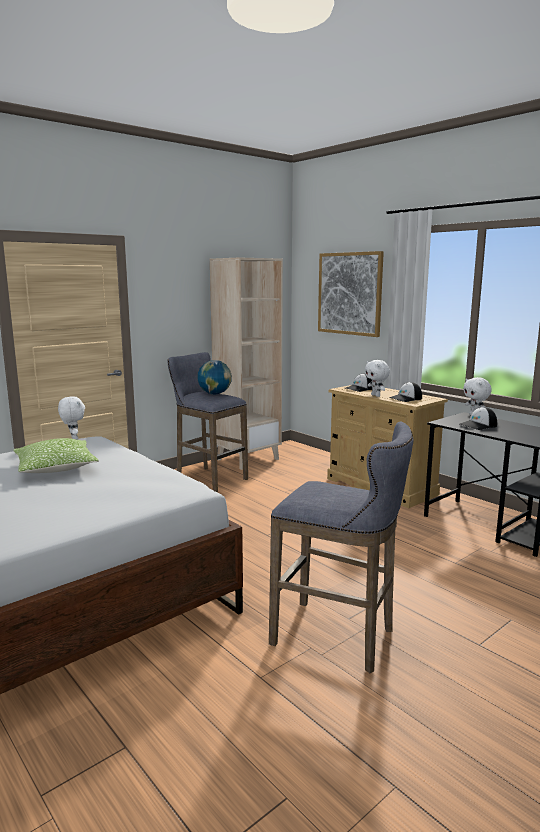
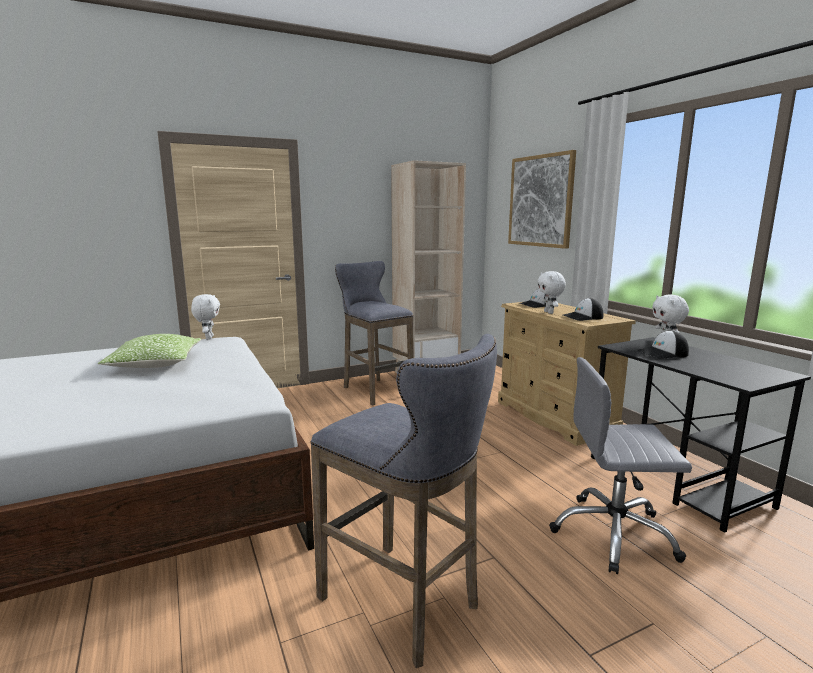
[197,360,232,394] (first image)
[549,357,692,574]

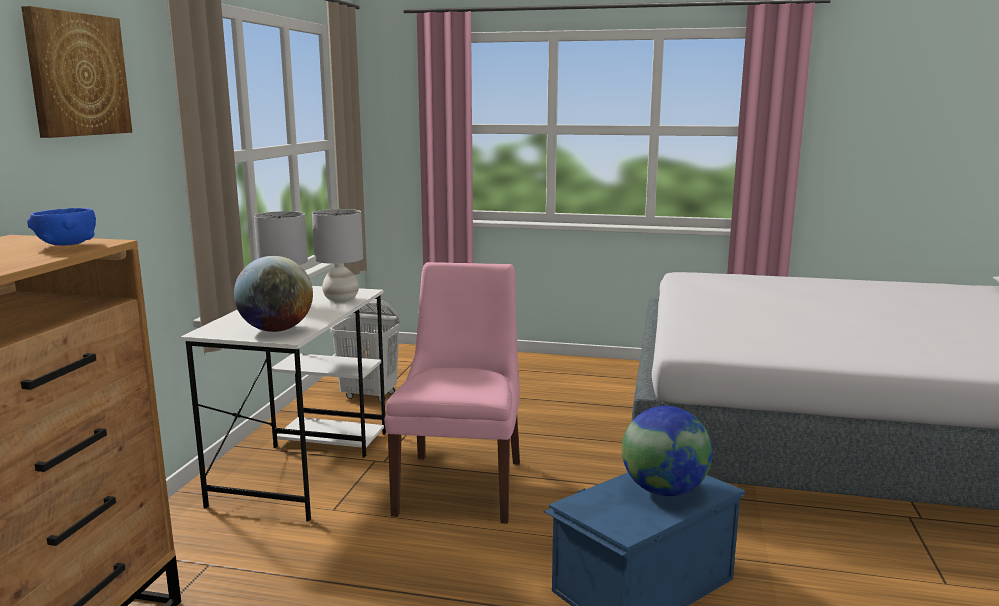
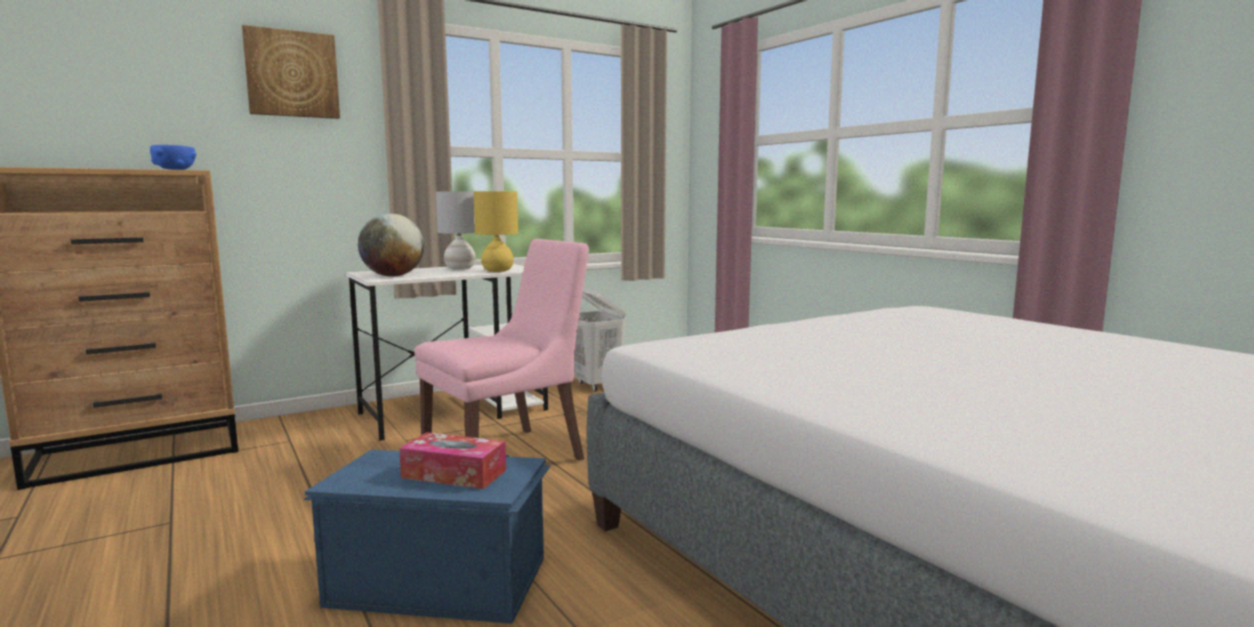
[473,191,518,272]
[399,432,506,489]

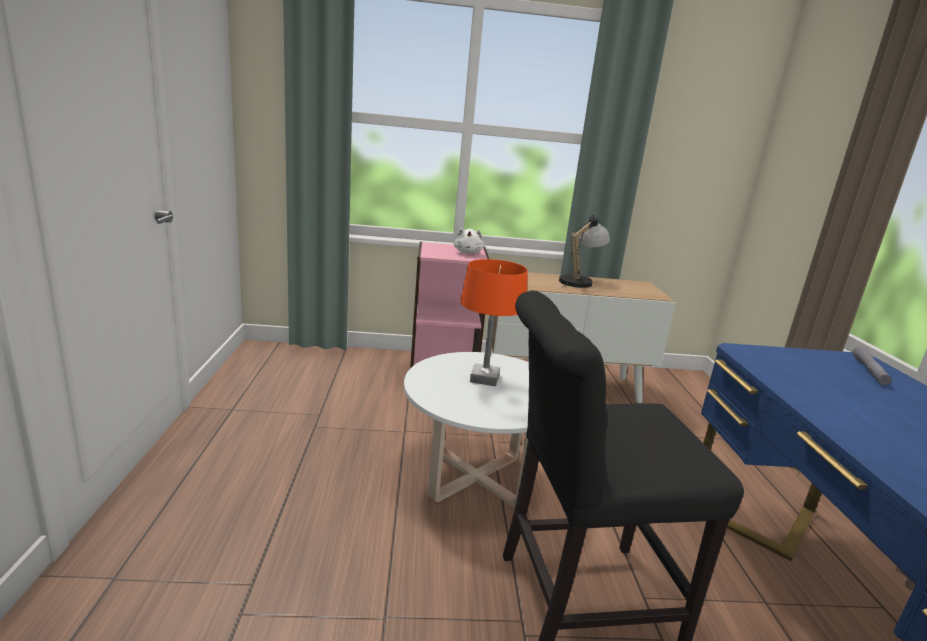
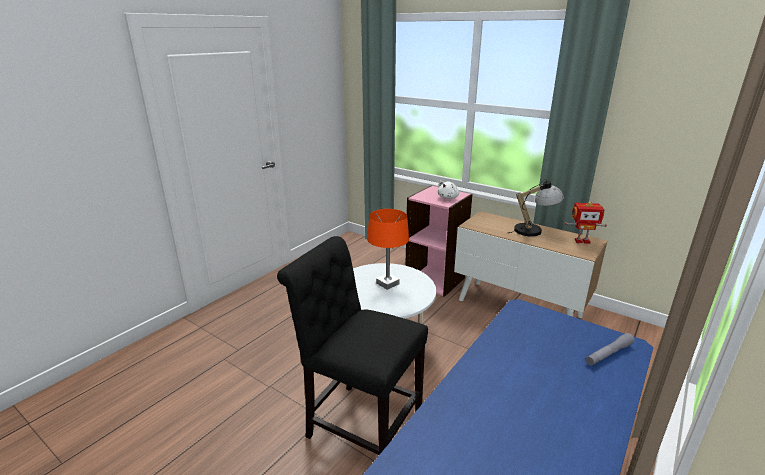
[564,202,607,244]

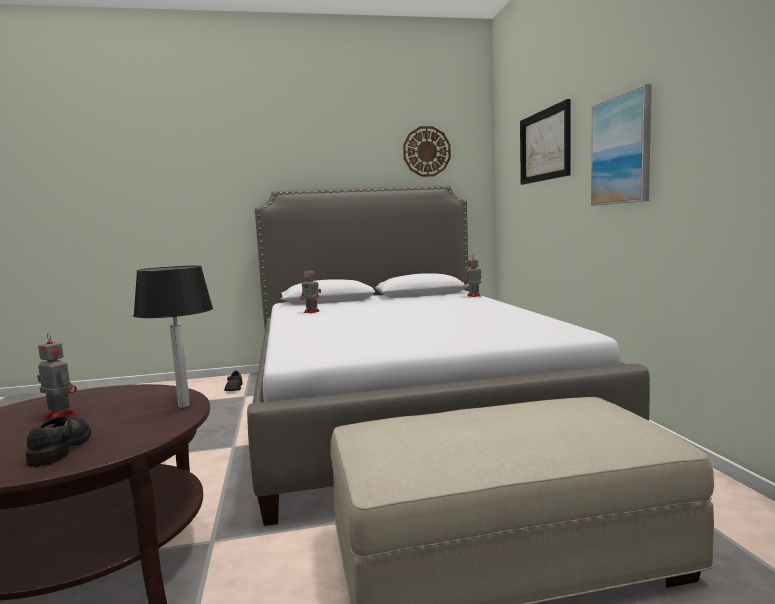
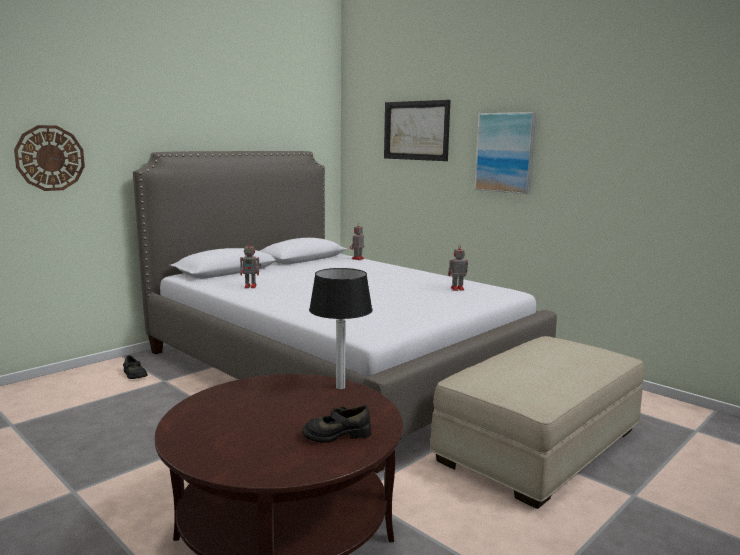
[14,125,85,191]
[448,244,468,291]
[302,405,371,443]

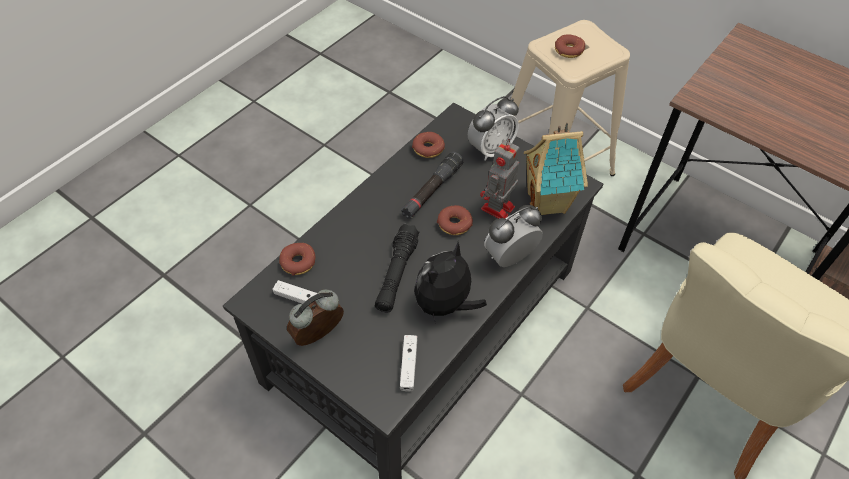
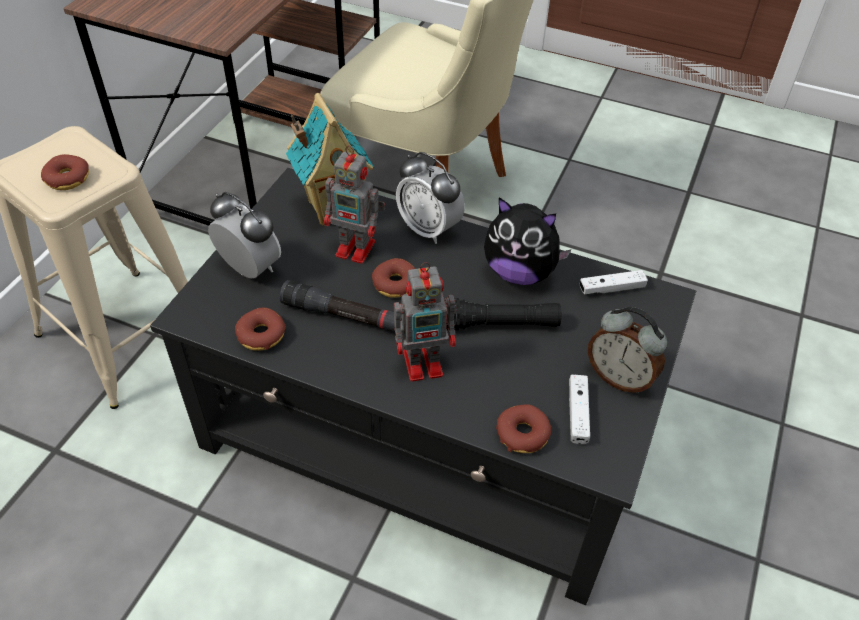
[394,262,457,382]

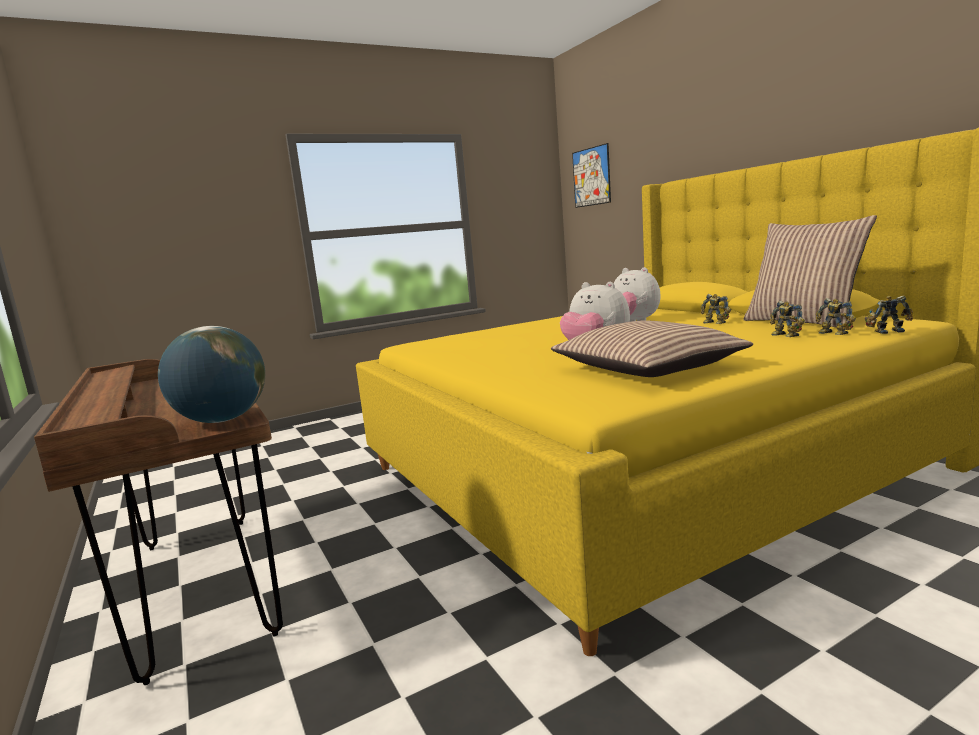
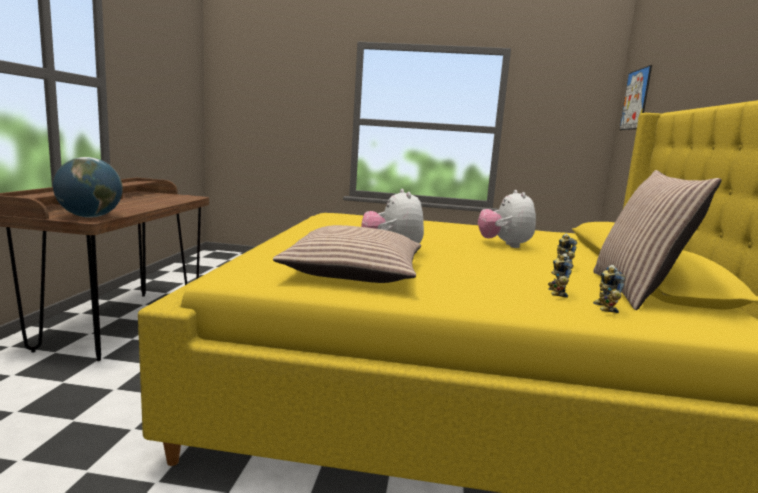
[865,296,913,334] (first image)

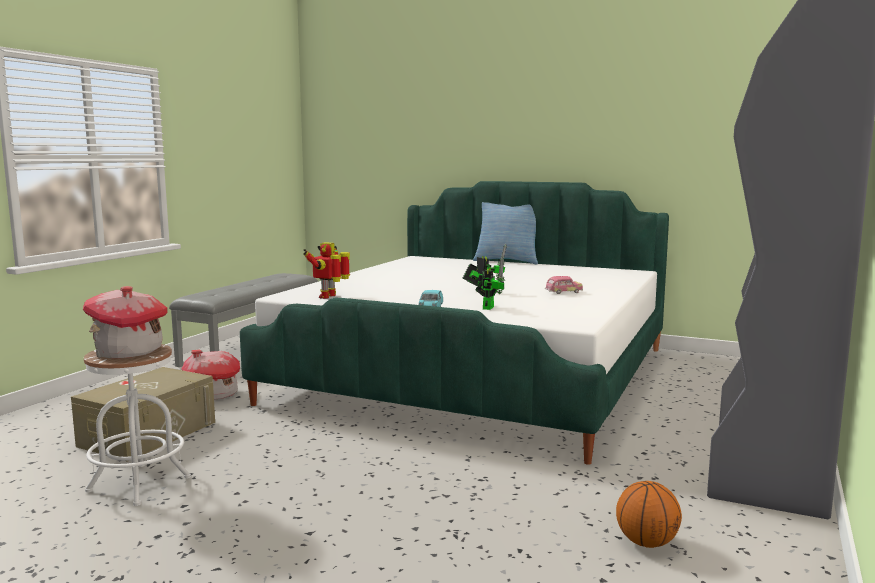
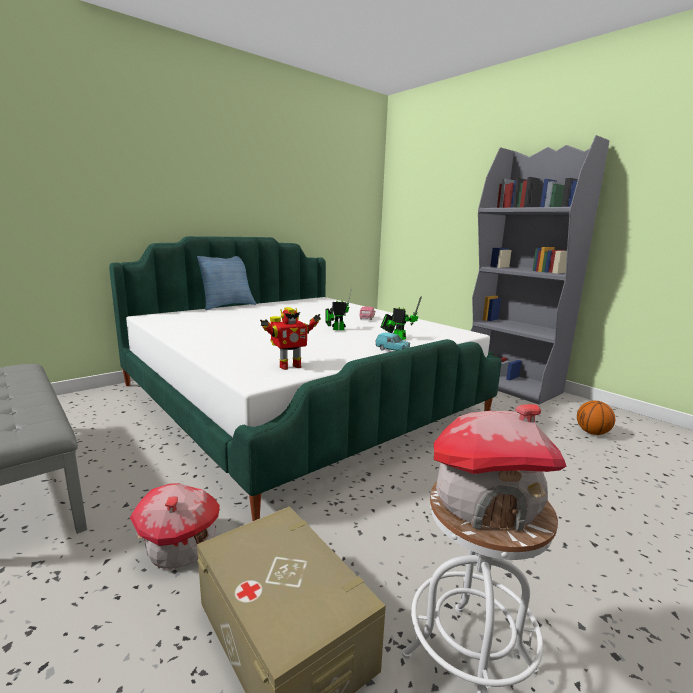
[260,307,321,370]

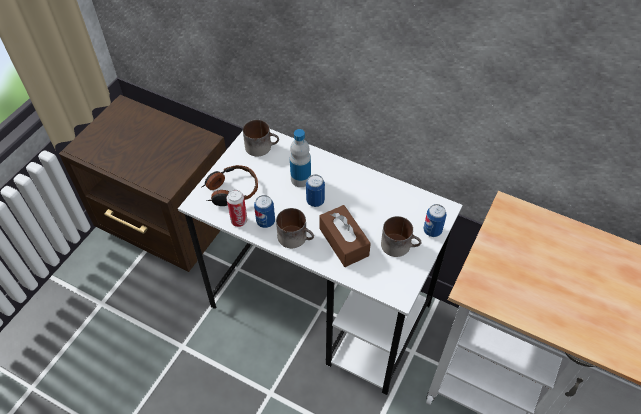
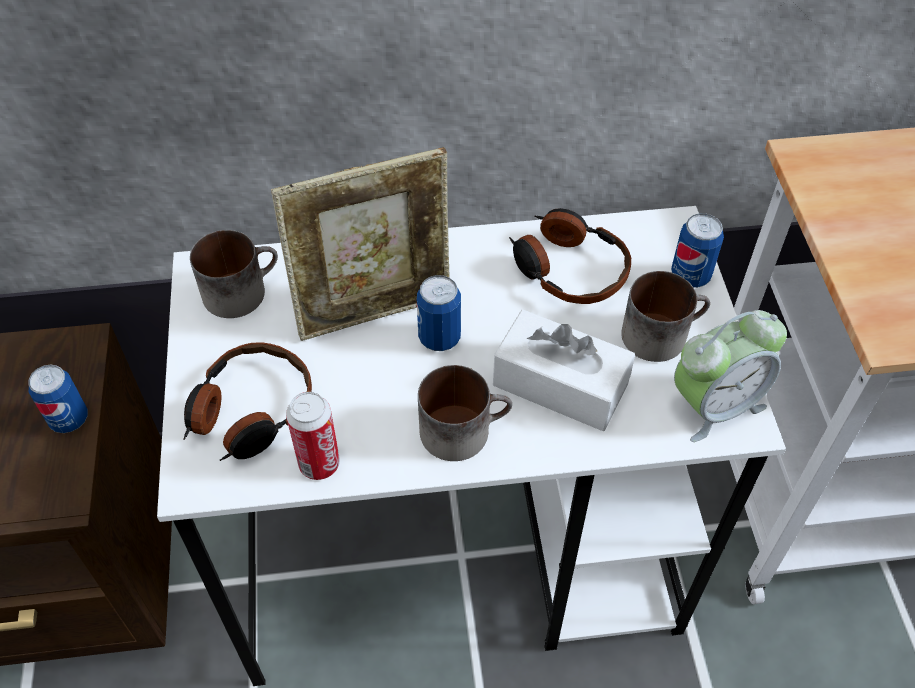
[271,147,450,341]
[28,364,88,433]
[493,310,635,431]
[509,208,631,304]
[674,310,787,442]

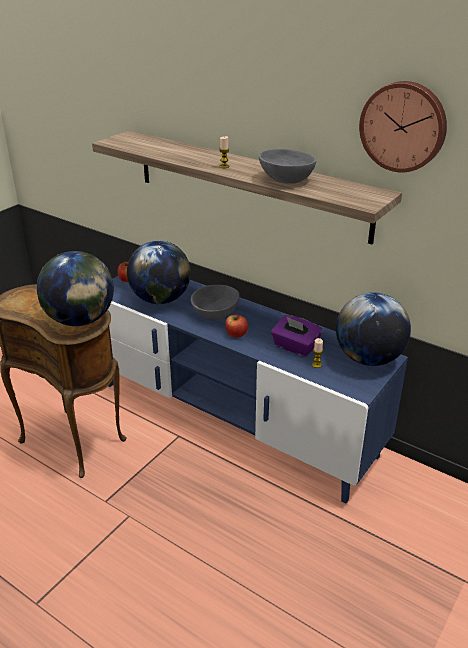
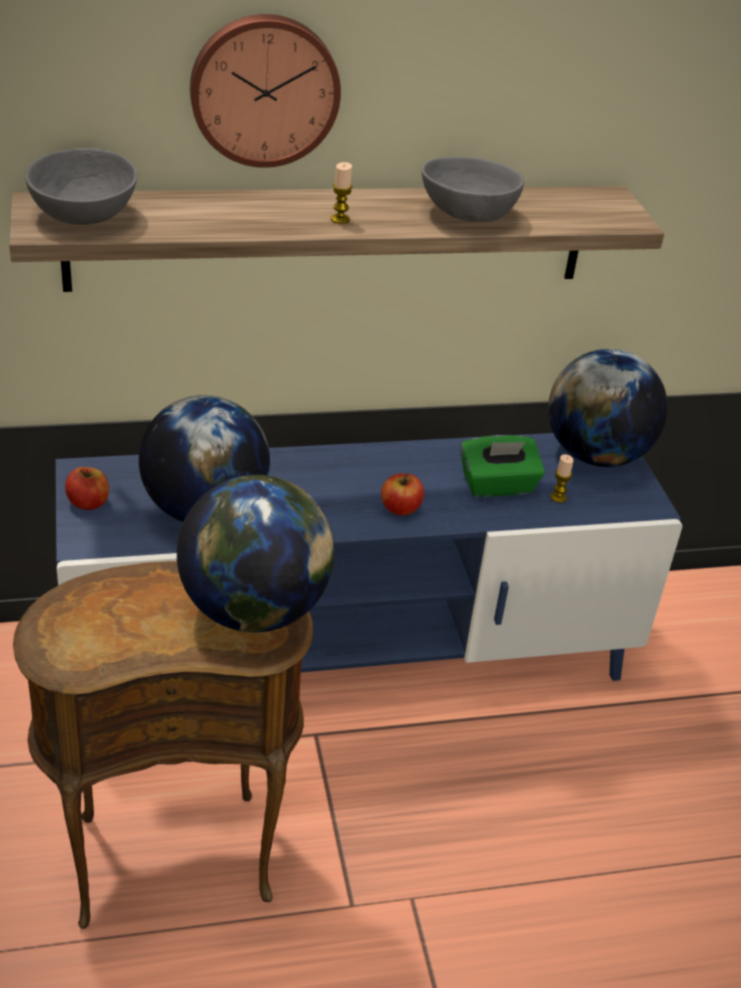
[190,14,341,168]
[25,148,137,225]
[460,435,545,497]

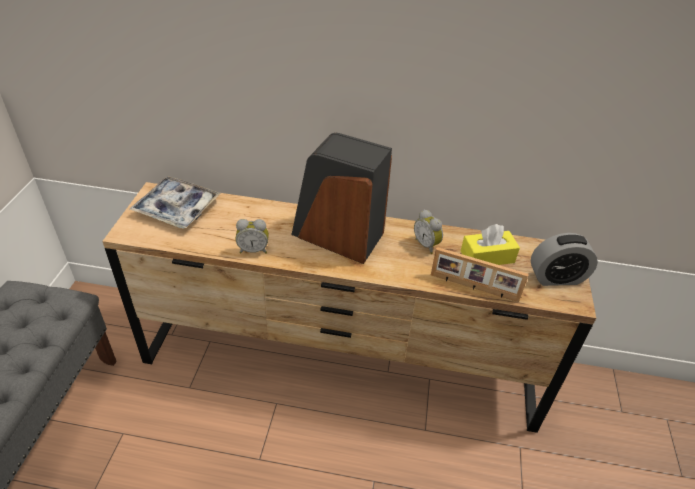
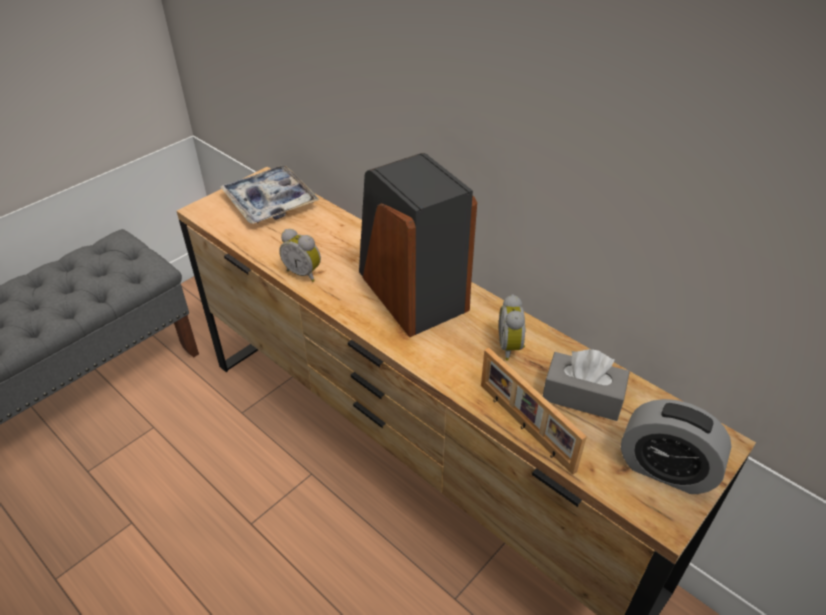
[543,349,630,421]

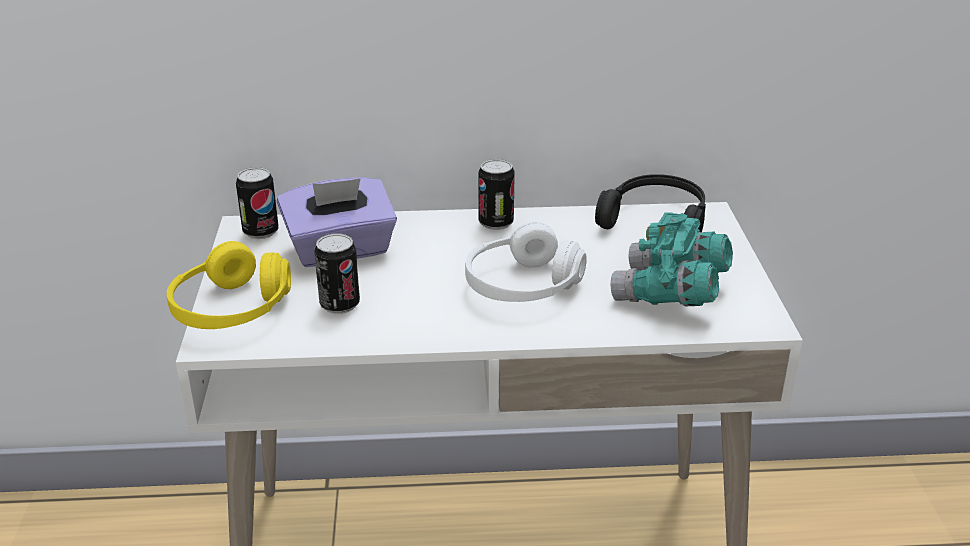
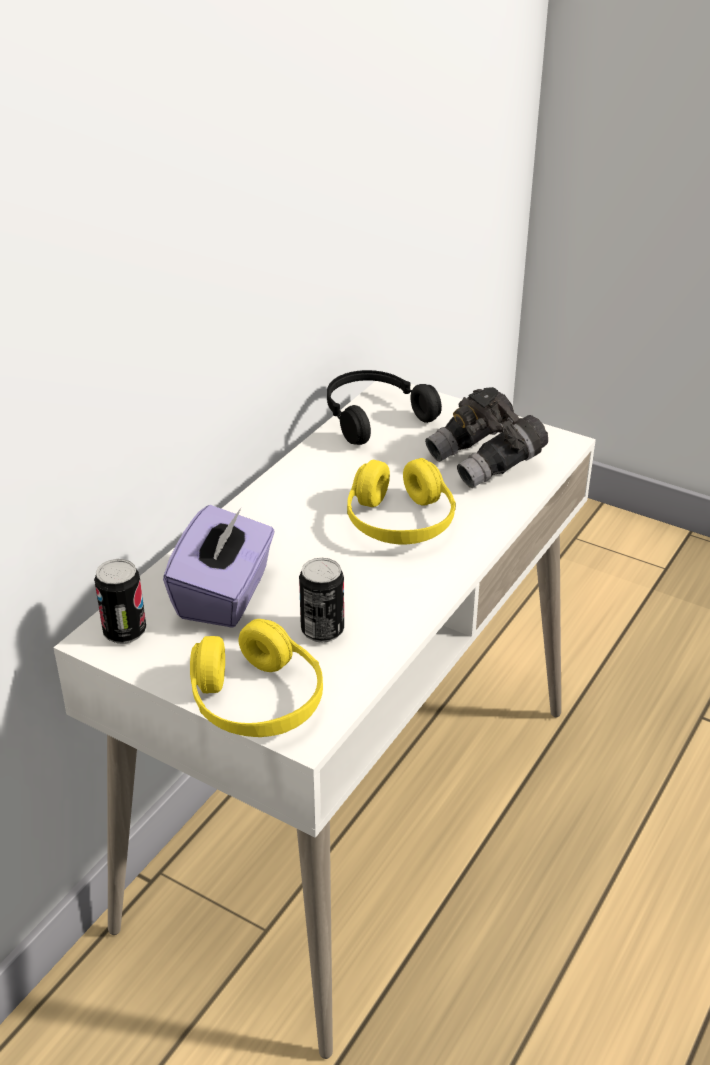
[478,159,515,230] (first image)
[425,387,548,488]
[347,458,456,545]

